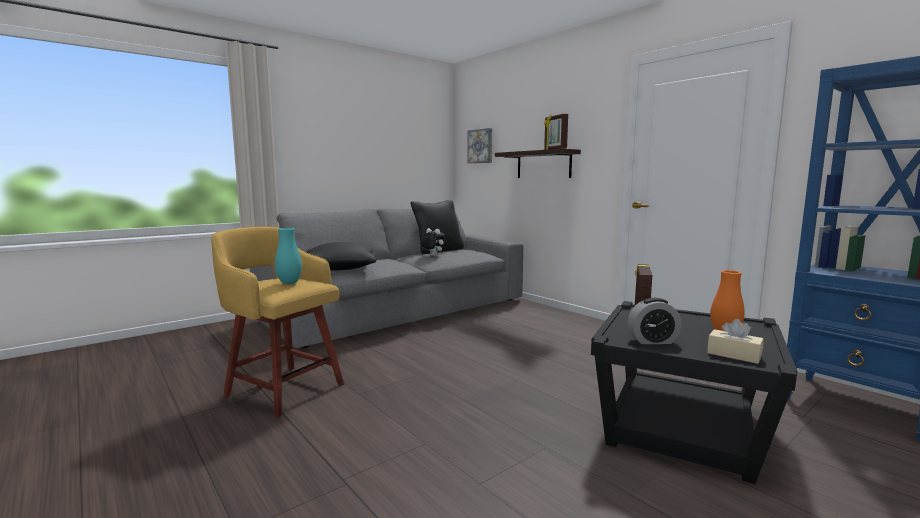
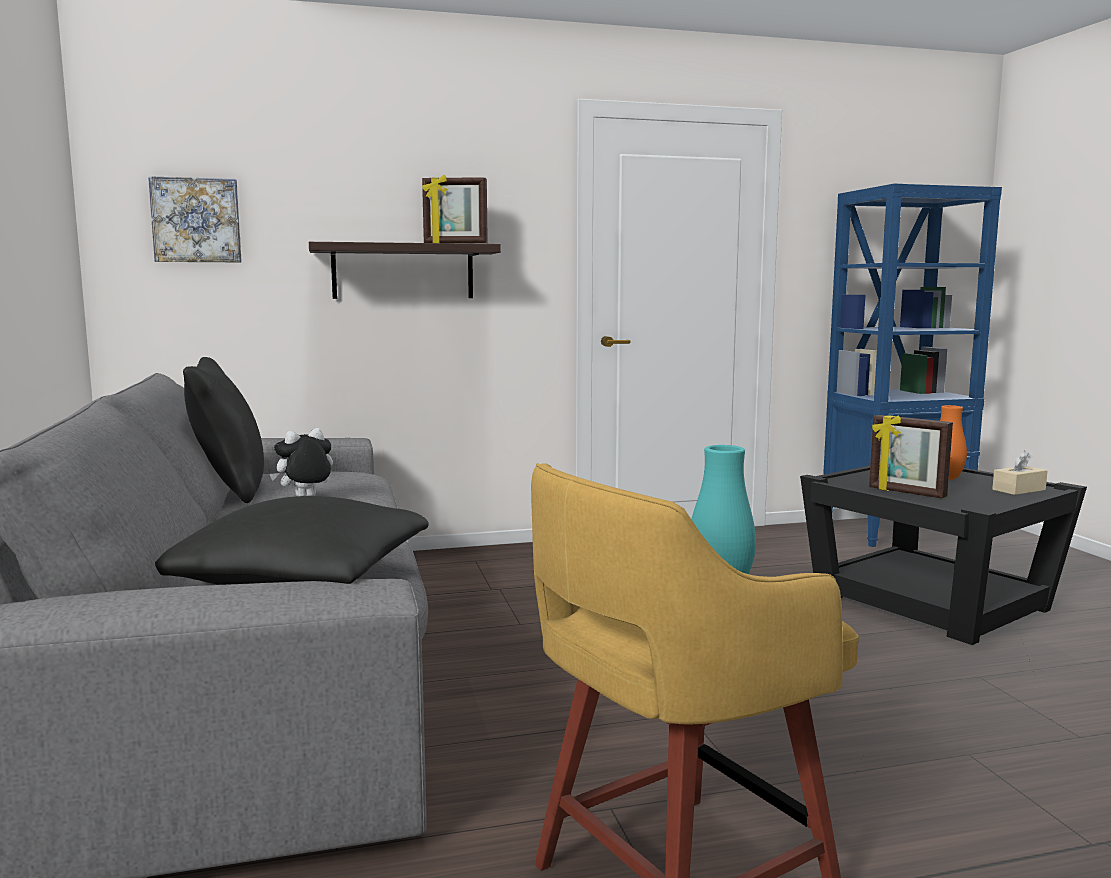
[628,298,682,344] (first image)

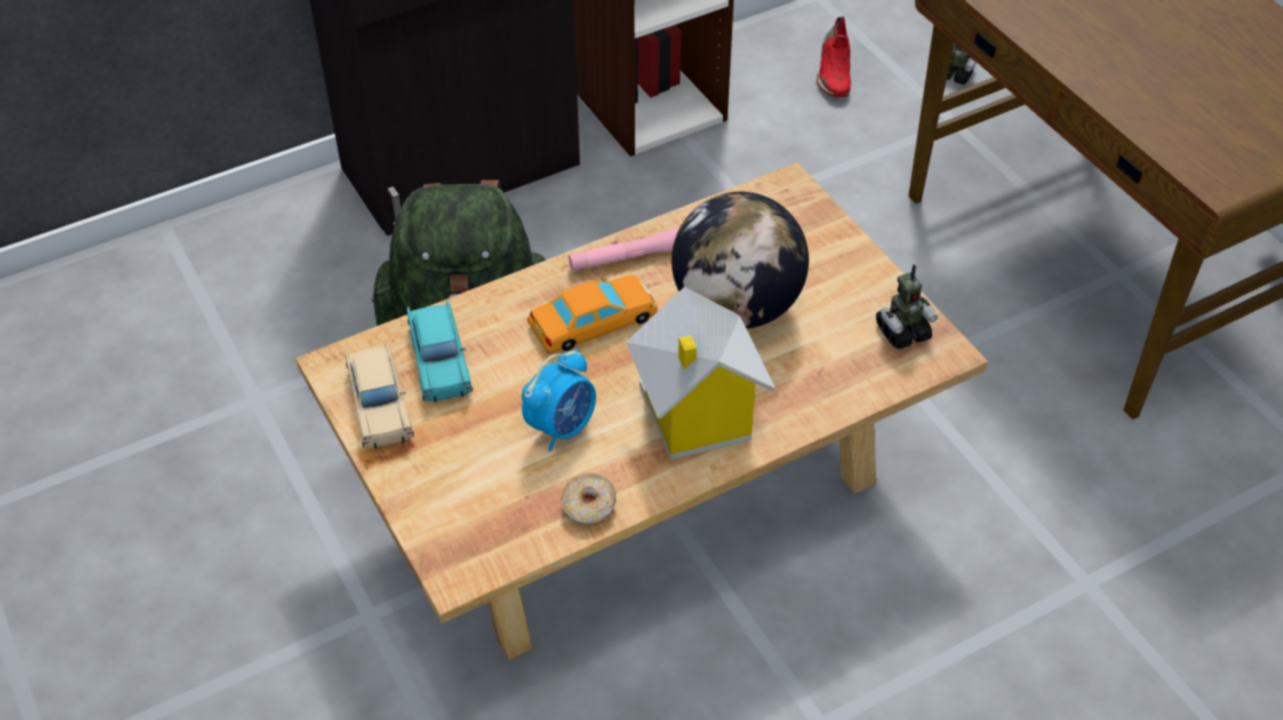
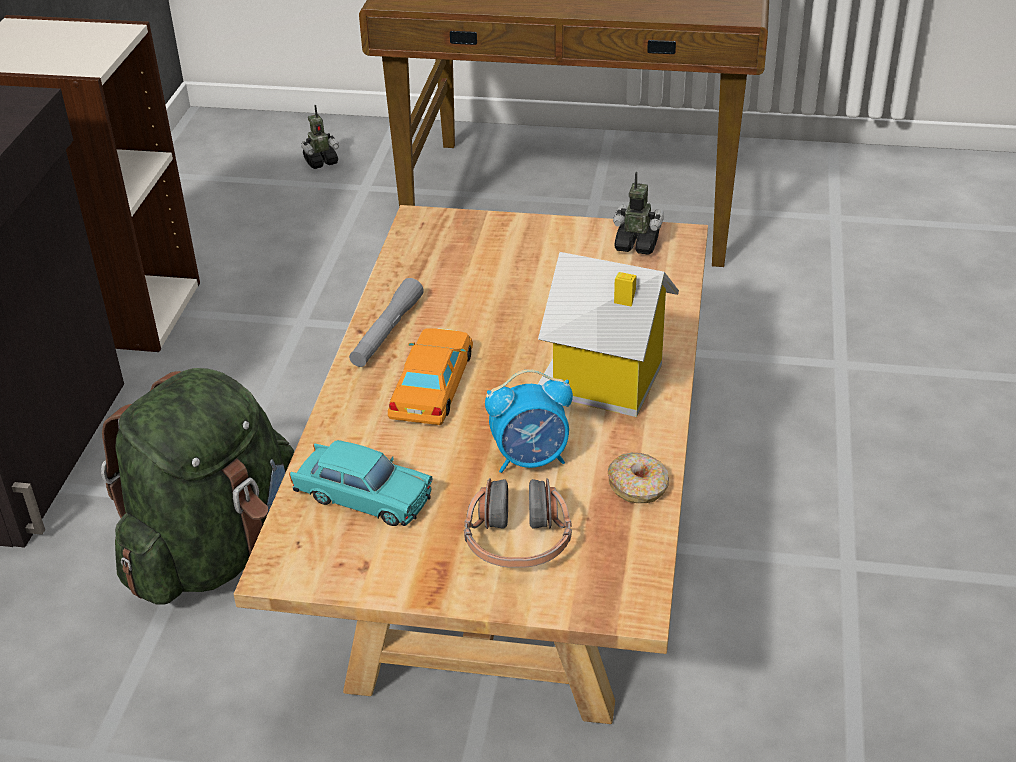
[817,16,851,97] (first image)
[671,192,809,329] (first image)
[349,278,424,367]
[613,172,664,255]
[345,341,414,449] (first image)
[485,369,573,473]
[464,478,572,568]

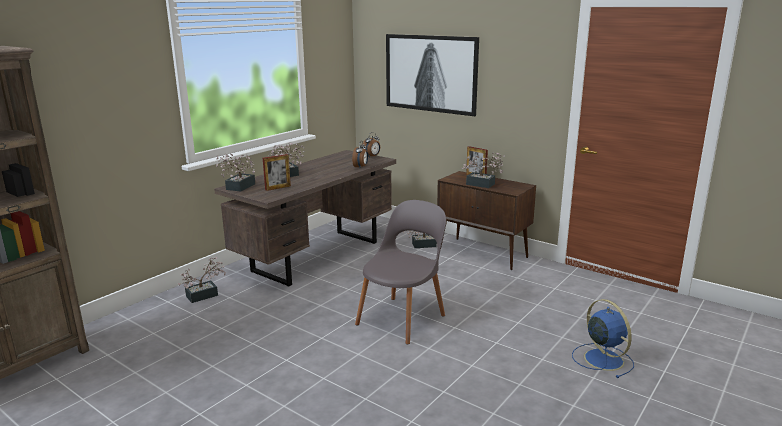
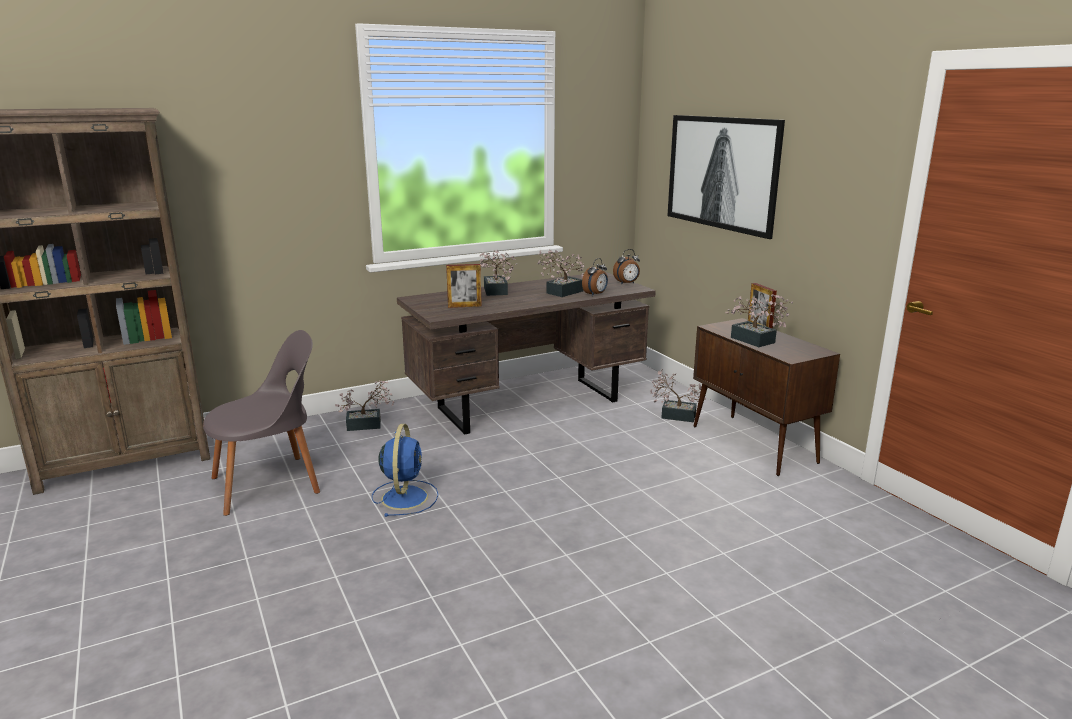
[537,249,585,297]
[203,330,320,516]
[372,424,438,517]

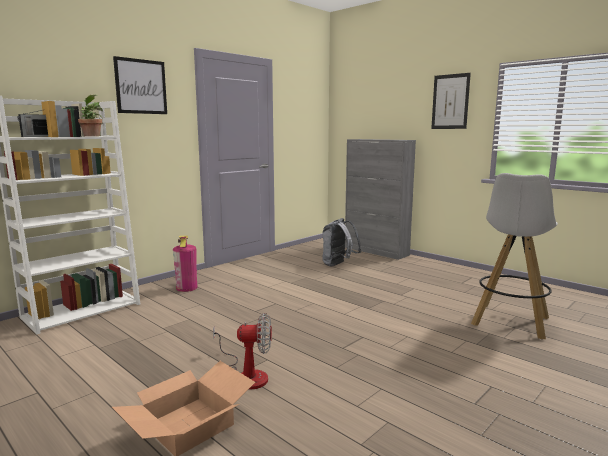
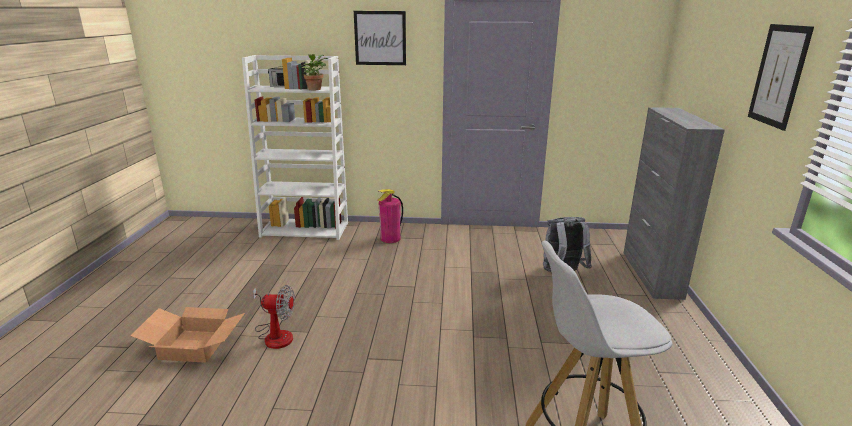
[253,285,295,349]

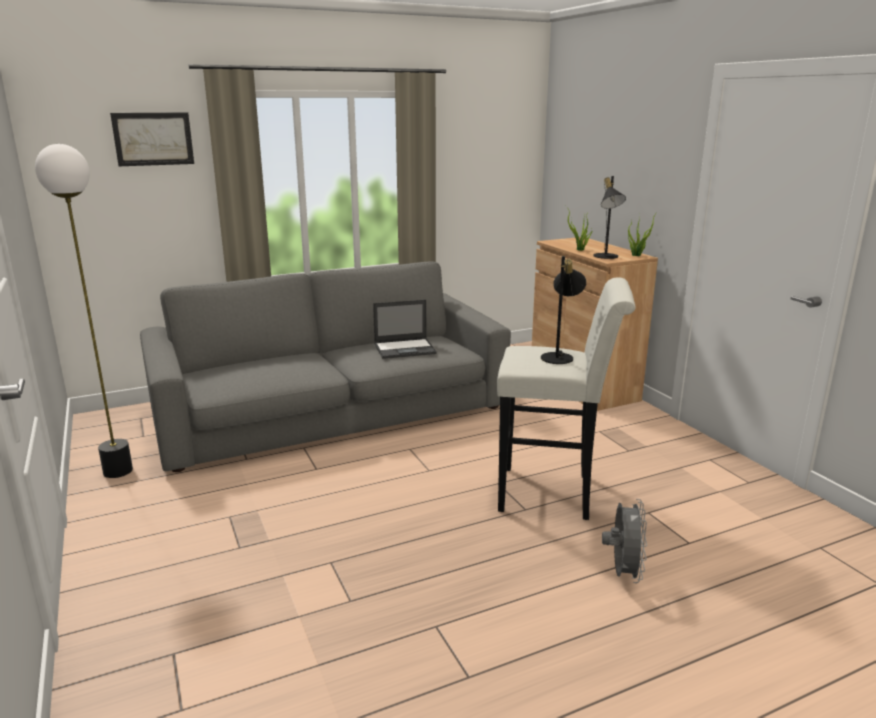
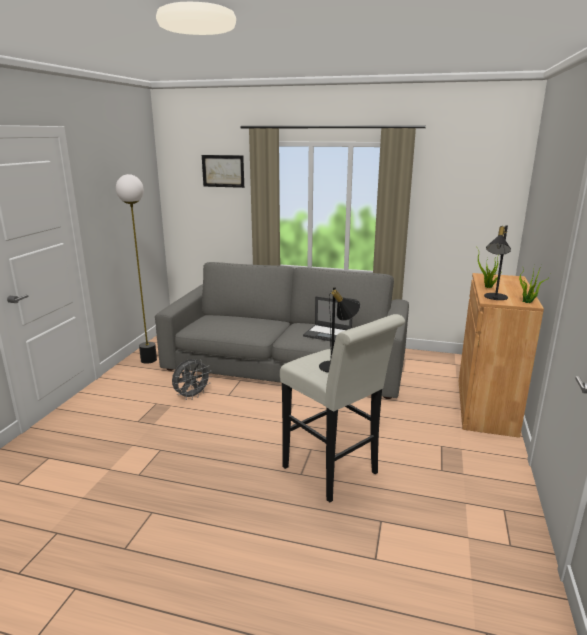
[172,359,212,400]

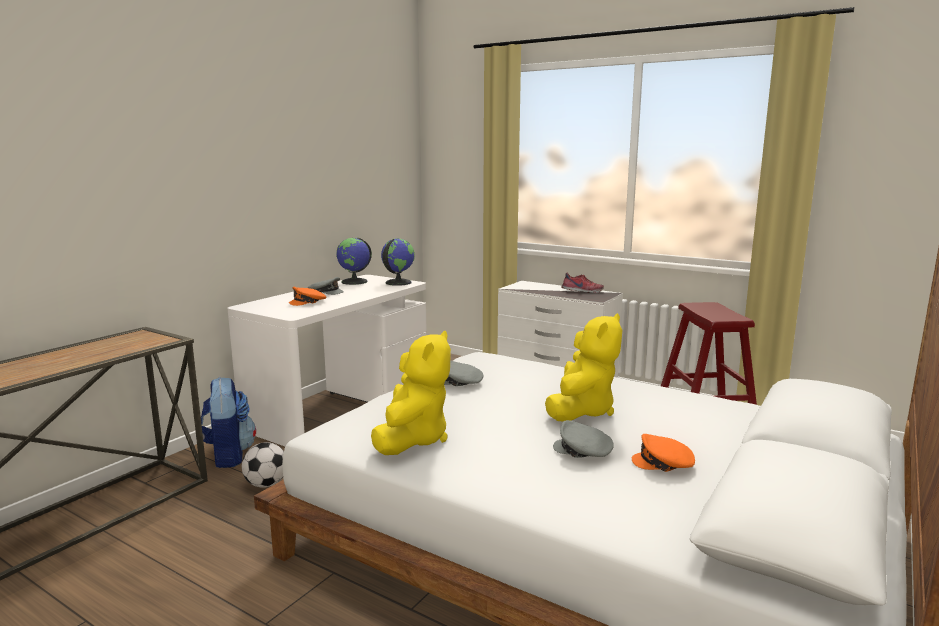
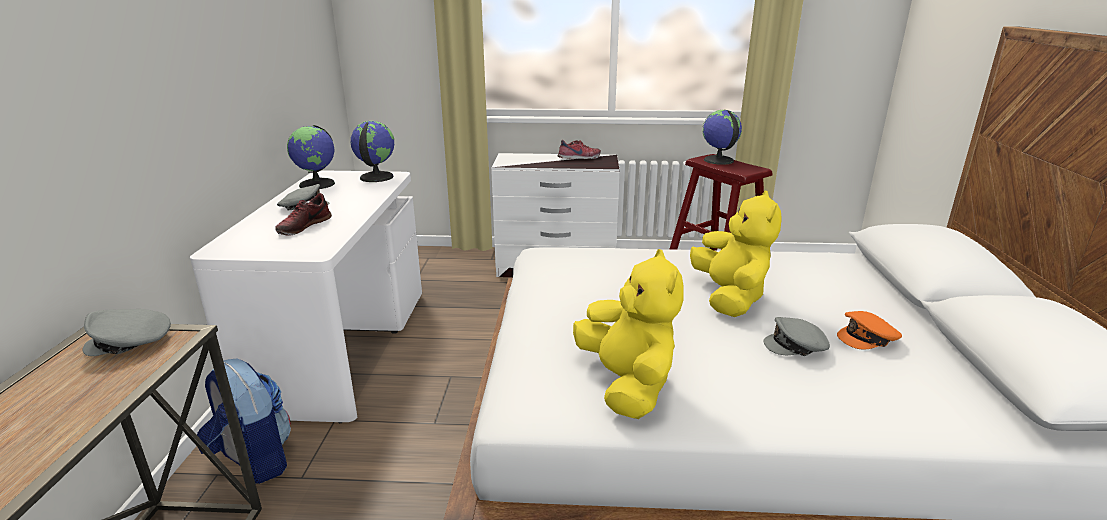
[275,193,332,236]
[83,309,171,356]
[242,442,284,488] (first image)
[703,110,742,165]

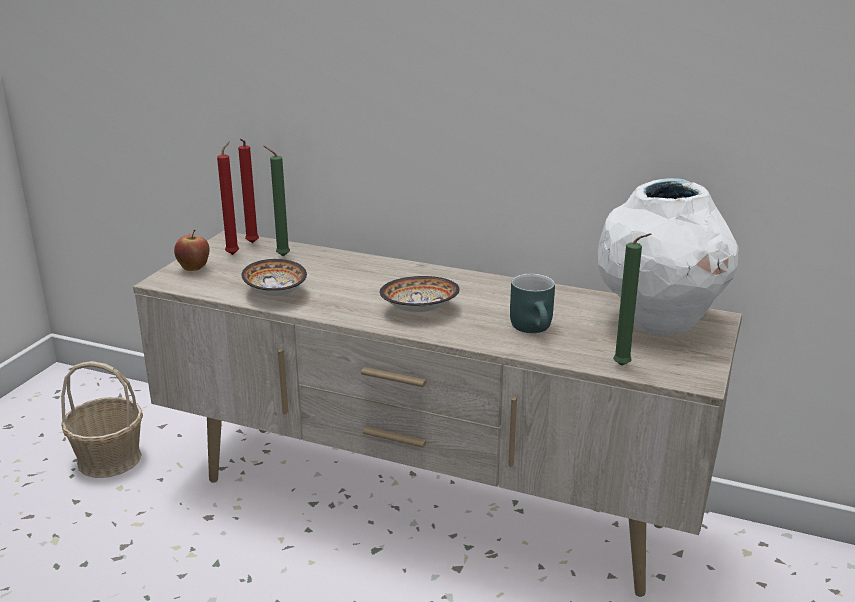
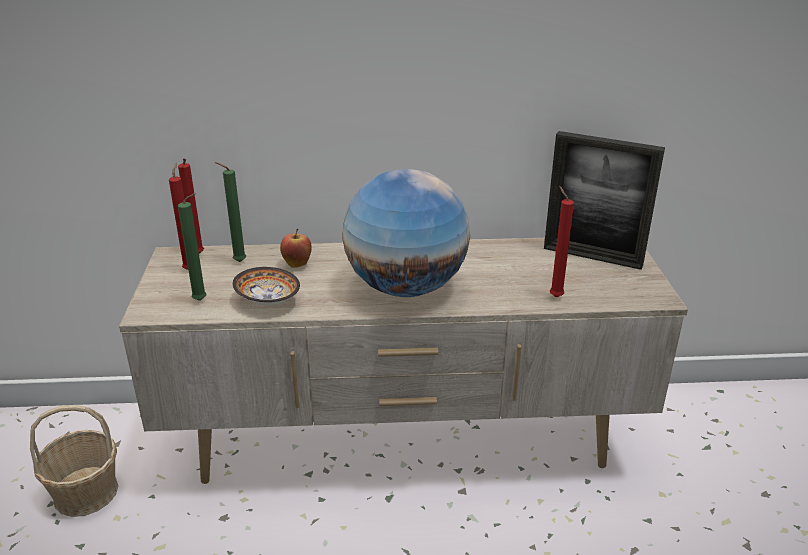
[544,131,665,270]
[280,229,312,268]
[178,193,207,301]
[510,274,555,333] (first image)
[342,169,470,297]
[550,186,574,297]

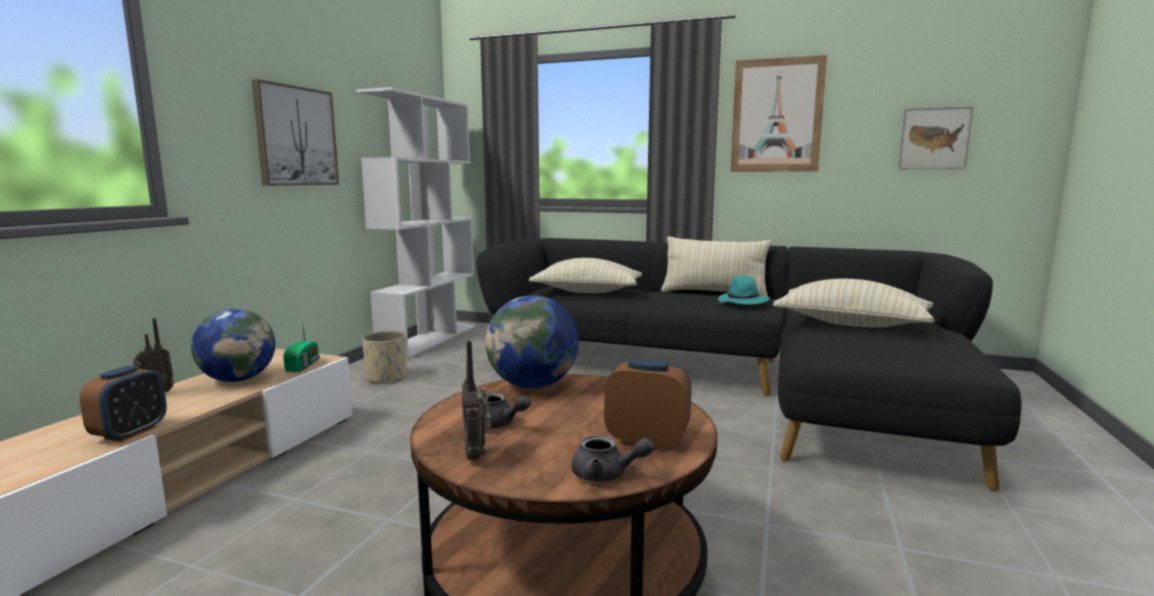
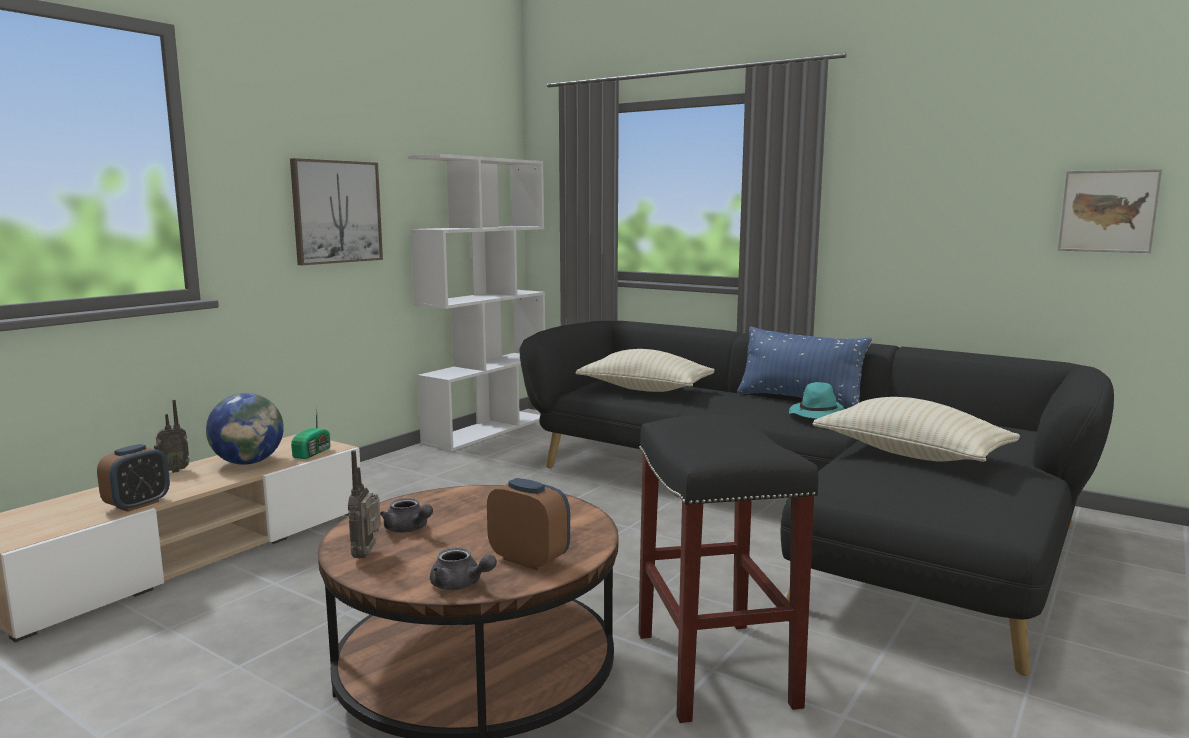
[730,55,827,172] (first image)
[737,326,872,408]
[485,295,579,389] (first image)
[362,331,407,383] (first image)
[638,415,818,723]

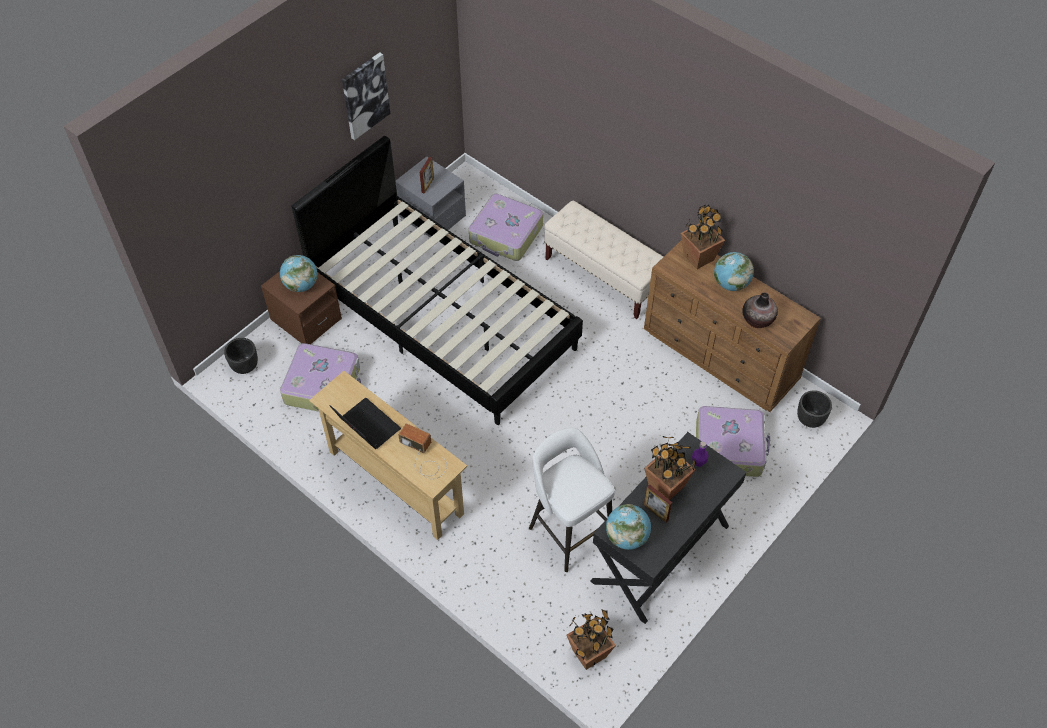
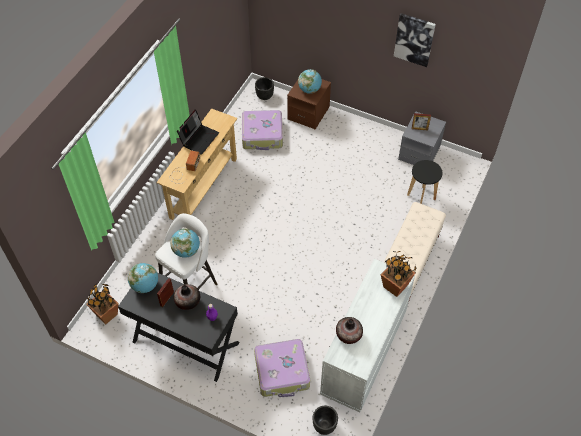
[292,136,583,425] (first image)
[407,160,443,204]
[320,259,415,412]
[170,228,200,258]
[174,284,200,310]

